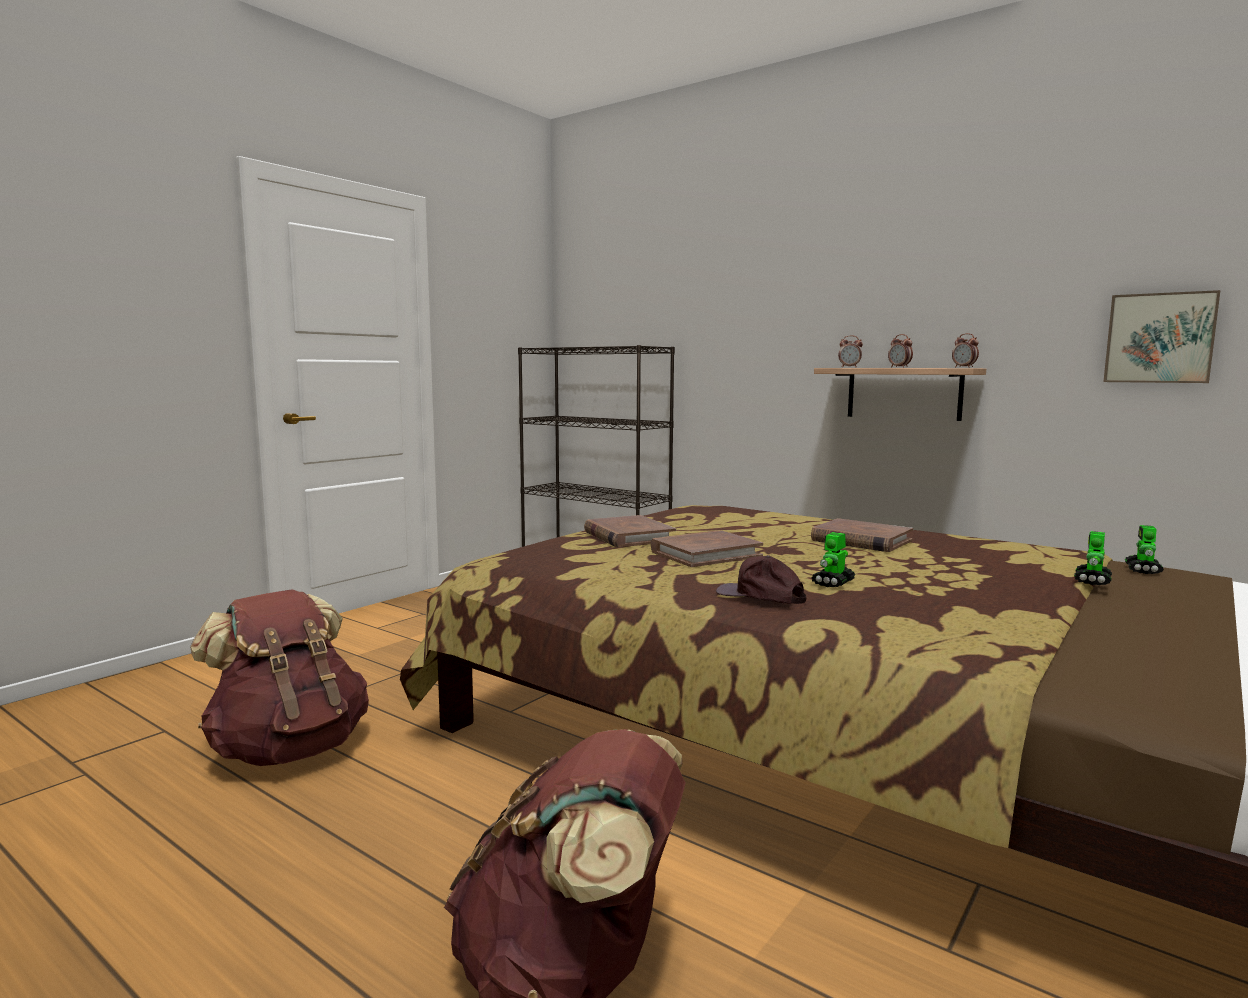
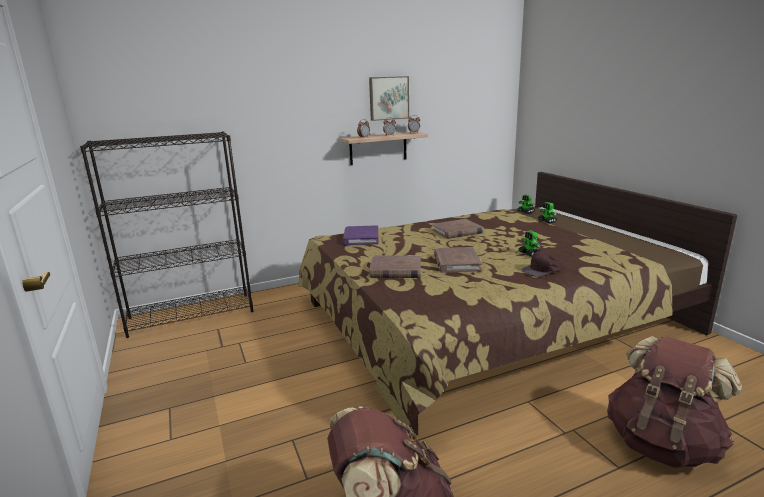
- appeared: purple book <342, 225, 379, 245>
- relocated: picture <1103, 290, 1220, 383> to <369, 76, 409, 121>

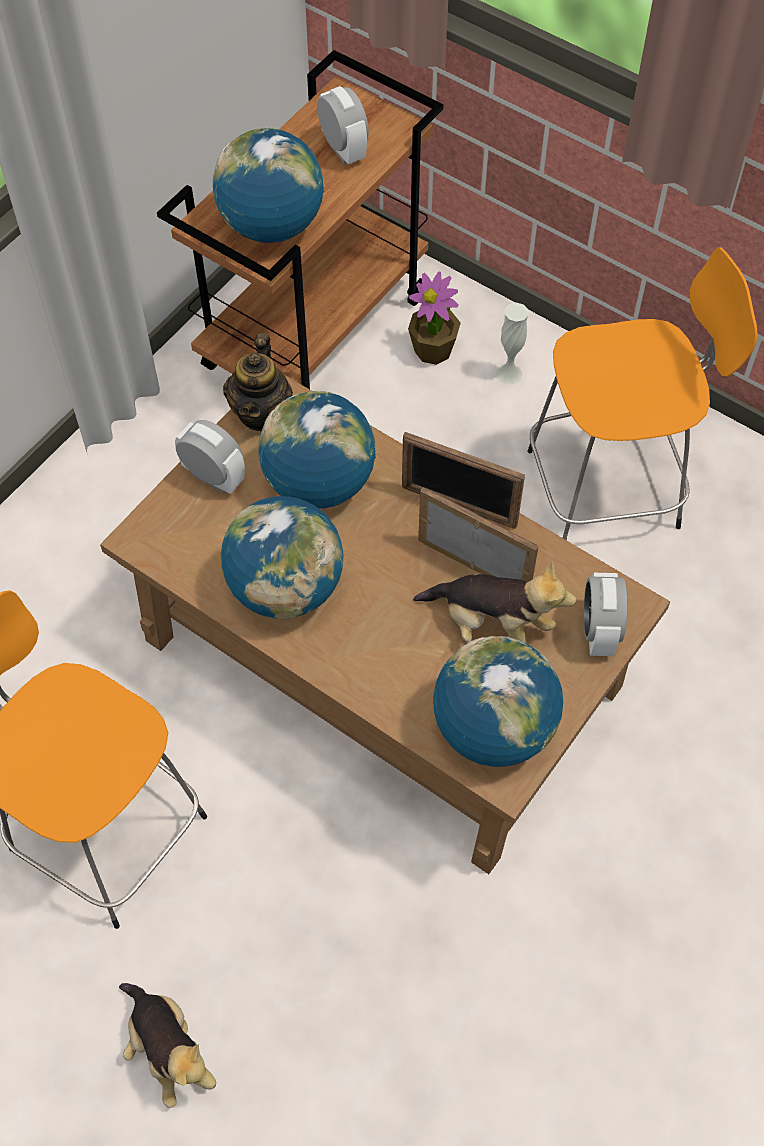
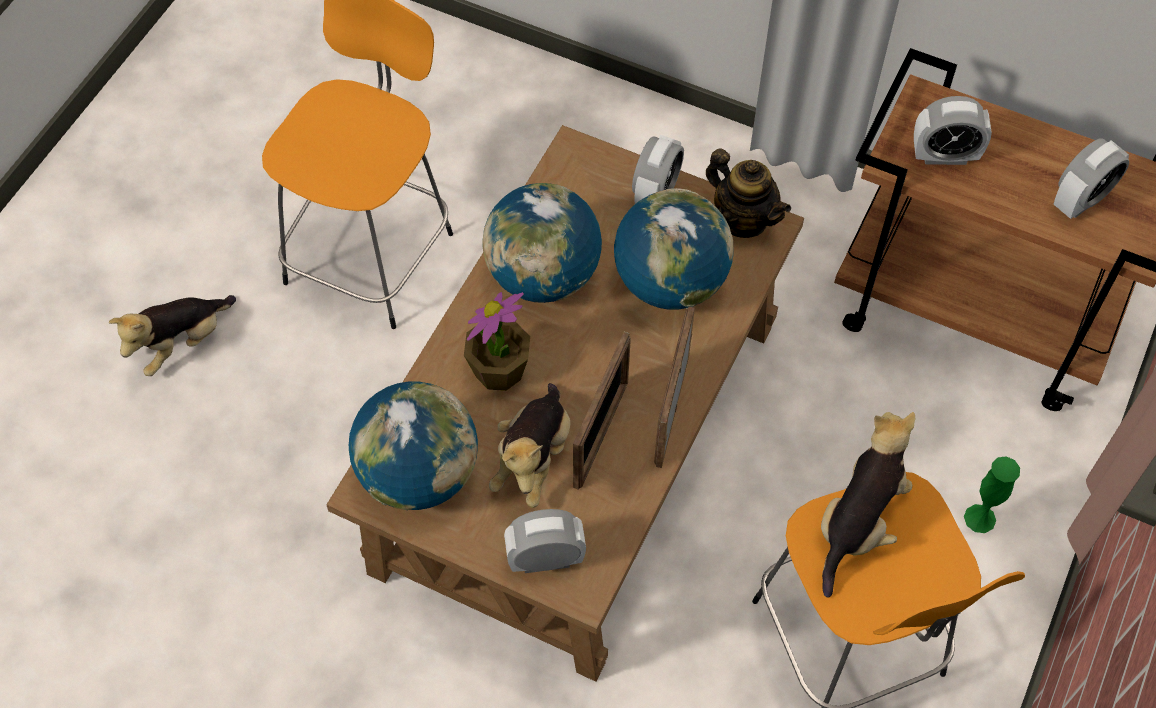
- relocated: potted plant <408, 271, 461, 365> to <464, 292, 530, 391>
- spun: teapot <223, 333, 293, 431> = <706, 148, 791, 238> 135 degrees counterclockwise
- appeared: plush toy <821, 412, 916, 598>
- exchanged: globe <213, 127, 325, 243> to alarm clock <914, 96, 992, 165>
- colour: white vase <495, 303, 528, 385> to green vase <964, 456, 1020, 533>

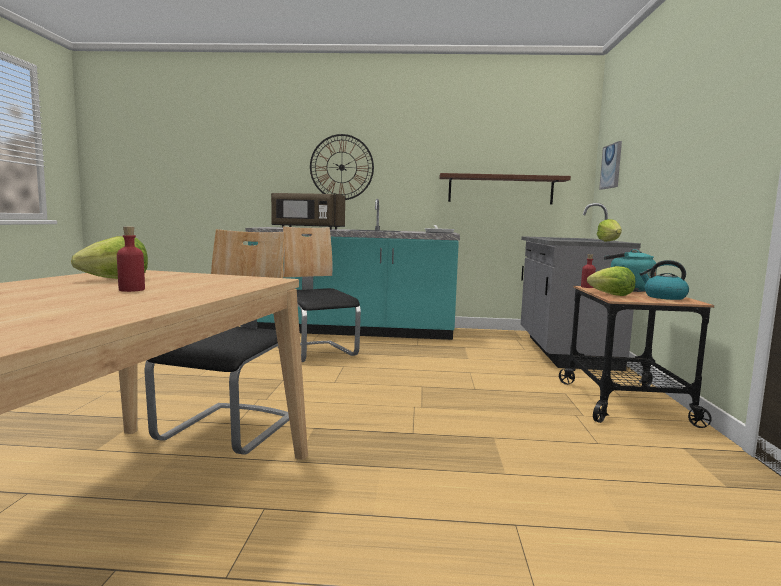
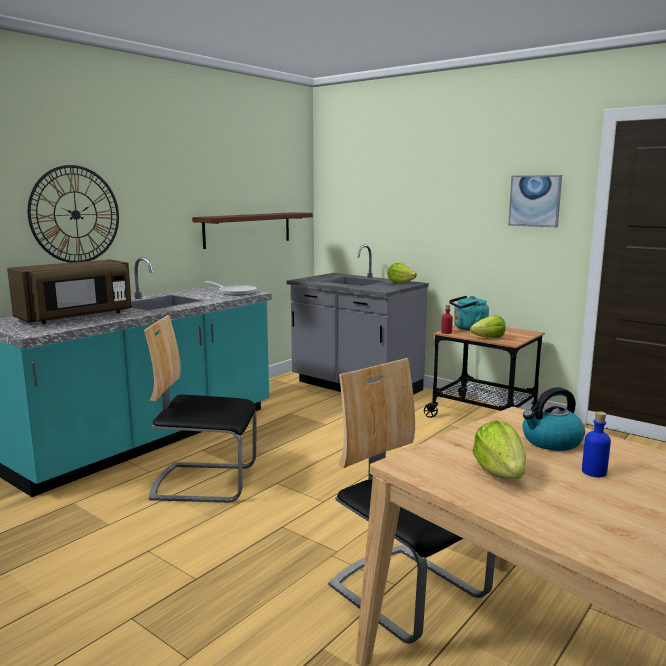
- relocated: picture <599, 141, 622, 190> to <508, 175, 562, 227>
- relocated: kettle <640, 260, 689, 300> to <523, 387, 585, 451>
- colour: red bottle <117, 227, 145, 292> to blue bottle <582, 411, 611, 477>

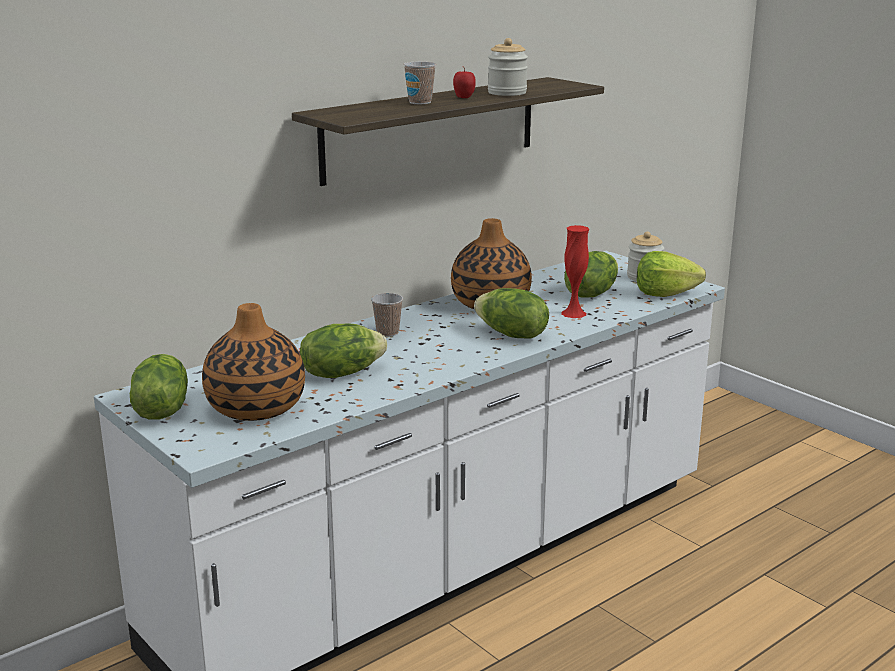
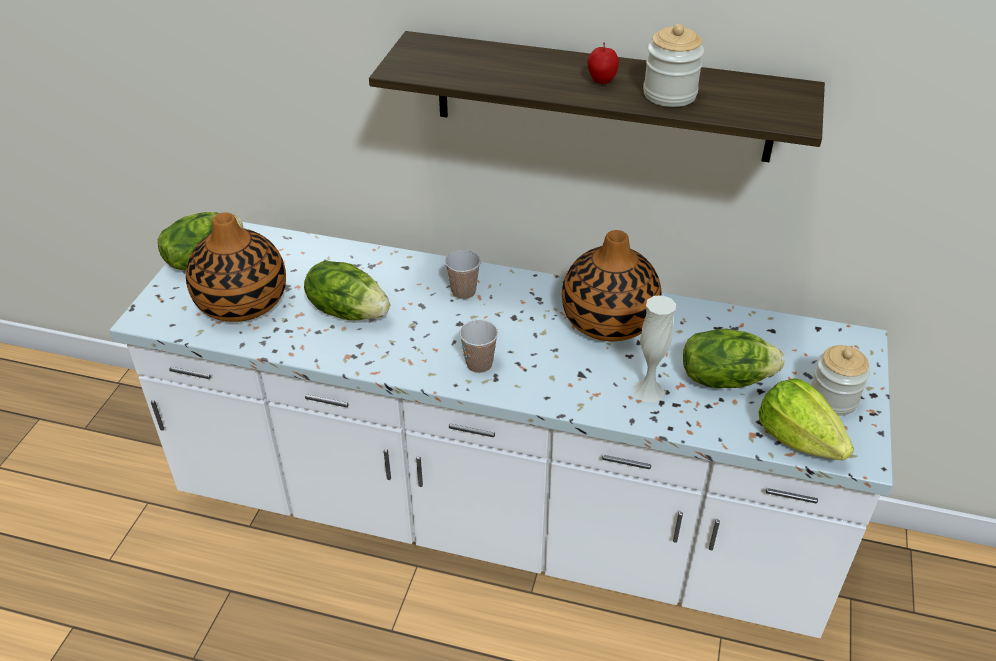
- relocated: cup <403, 61, 436, 104> to <459, 320, 498, 373>
- colour: red vase <561, 225, 589, 318> to white vase <632, 295, 676, 403>
- missing: lettuce <474, 288, 549, 339>

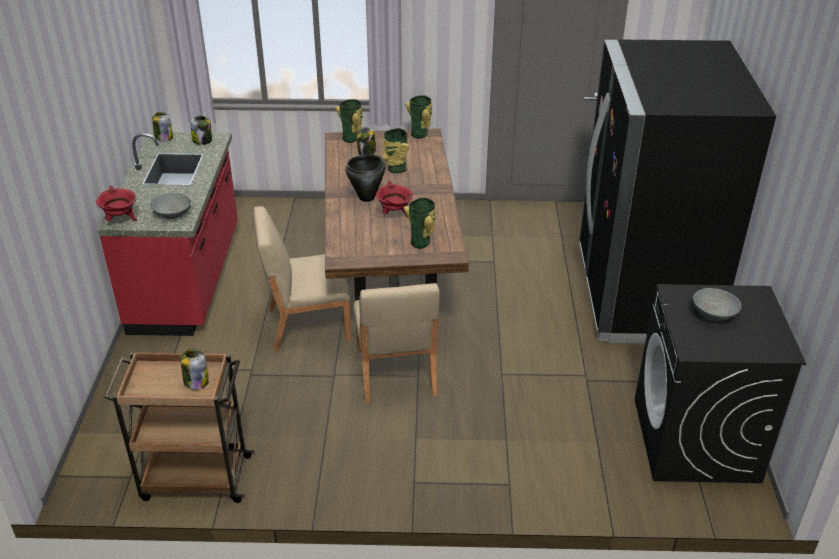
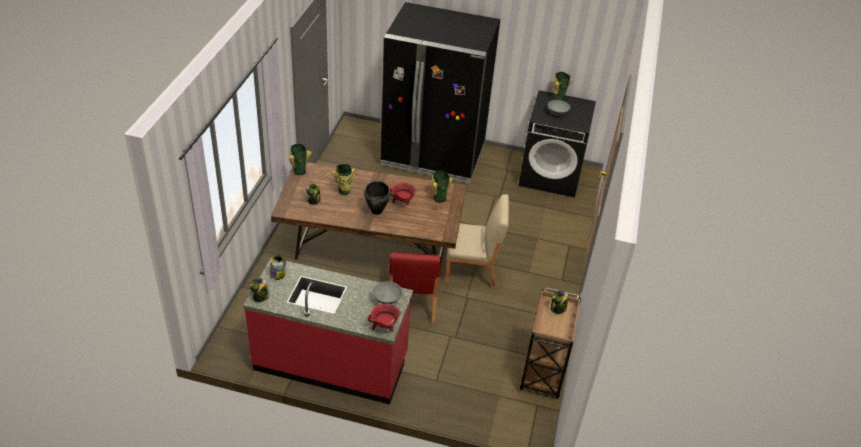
- colour: beige chair <253, 206, 351, 351> to red chair <388, 252, 441, 323>
- relocated: vase <336, 99, 363, 143> to <553, 72, 573, 101>

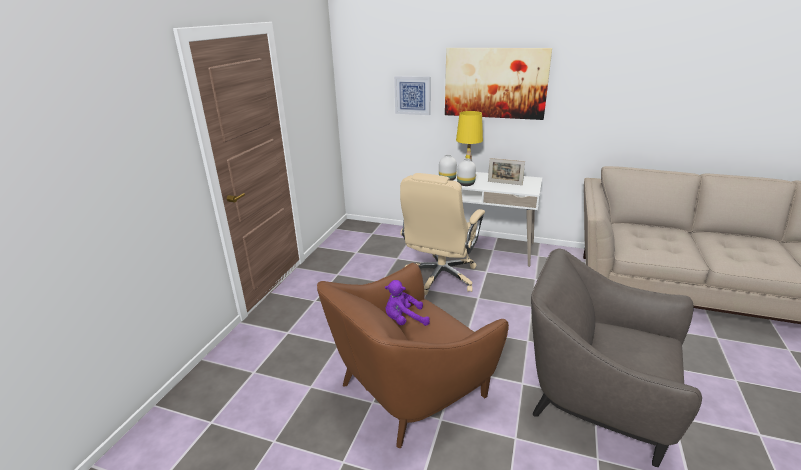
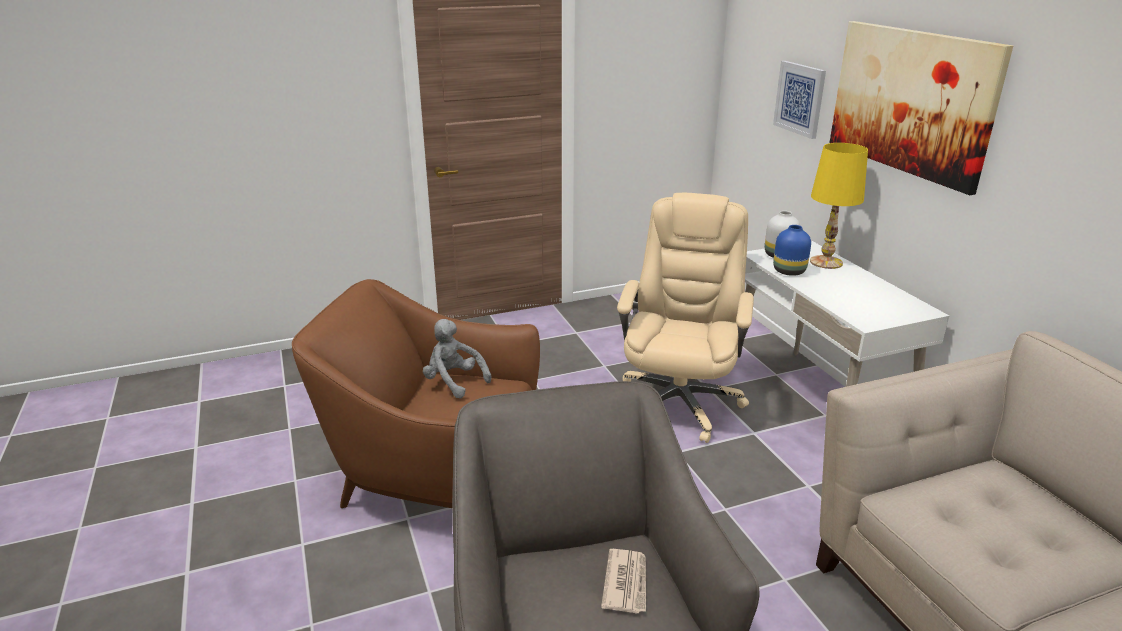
- colour: purple plush toy <385, 280, 430, 326> to grey plush toy <423, 319, 492, 398>
- appeared: newspaper <601, 549, 646, 614>
- spun: beige office chair <400, 173, 485, 296> = <617, 193, 754, 443> 120 degrees clockwise
- colour: white vase <457, 158, 476, 186> to blue vase <773, 225, 811, 276>
- missing: picture frame <488, 158, 525, 185>

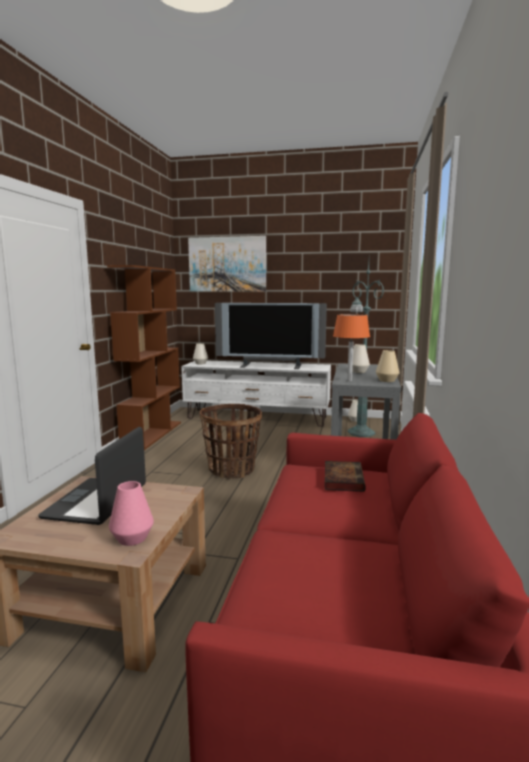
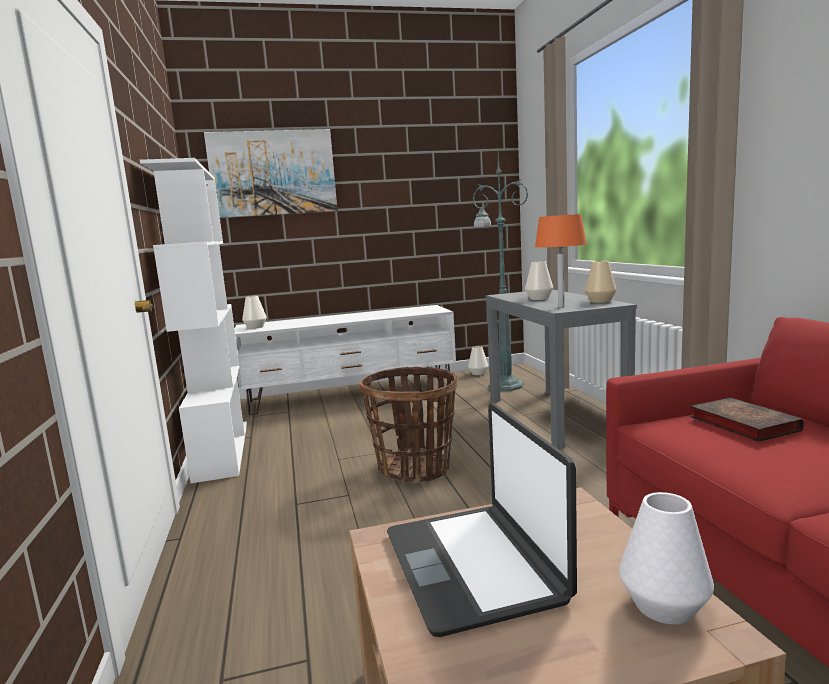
- colour: brown bookcase <107, 265, 181, 450> to white bookcase <140, 158, 247, 483>
- colour: pink vase <109, 481, 154, 546> to white vase <619, 492, 714, 624>
- missing: television <215, 303, 327, 369>

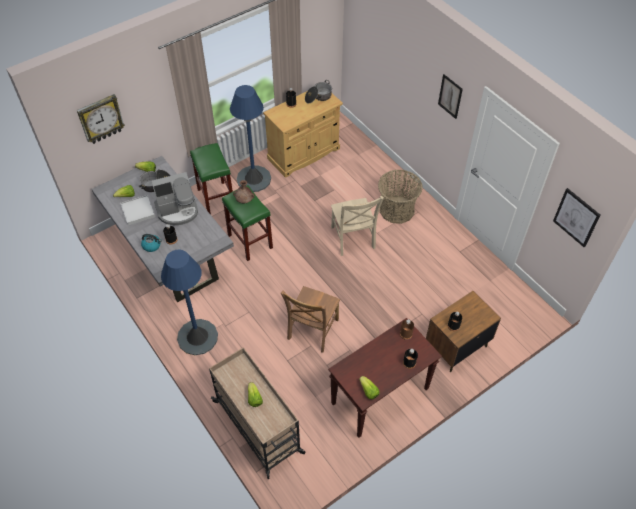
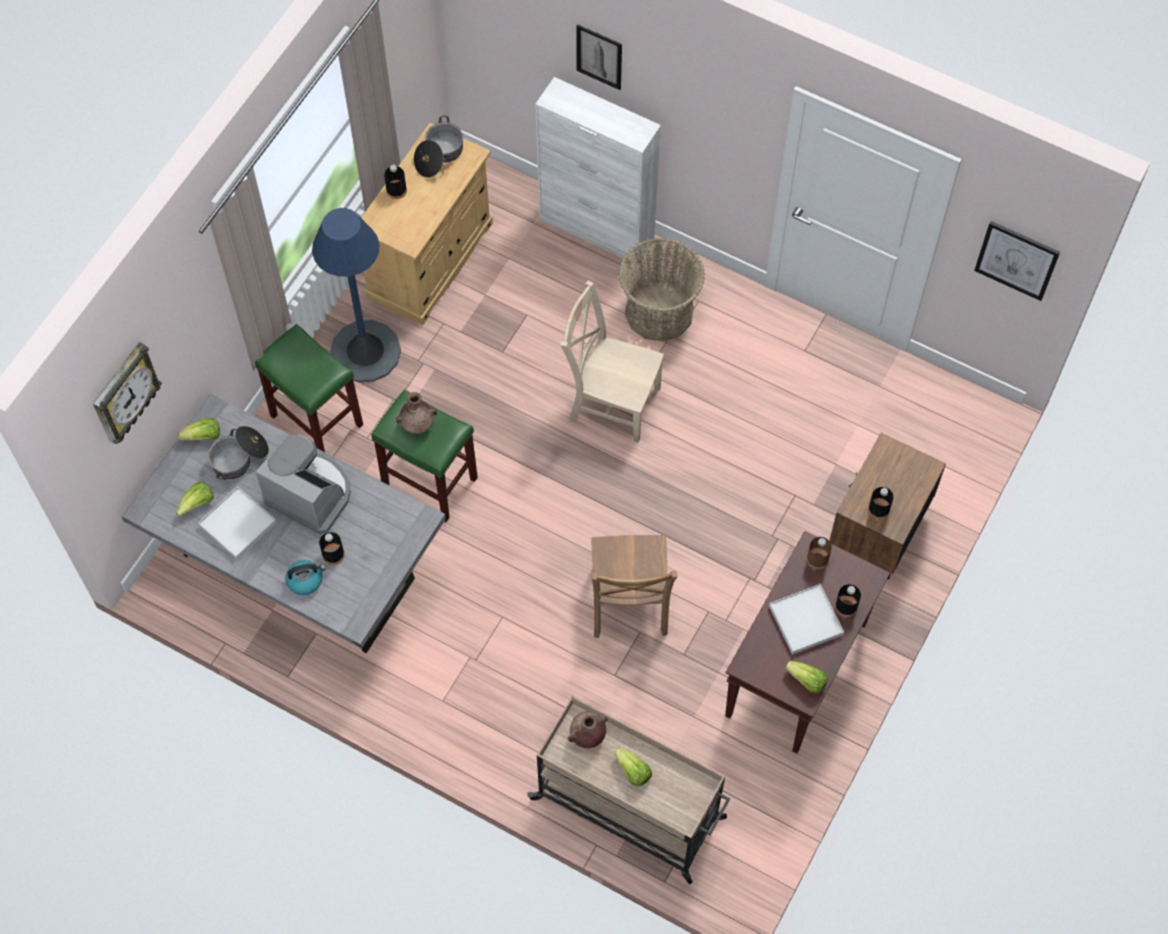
- spun: coffee machine <152, 172, 198, 225> = <255, 435, 351, 534> 105 degrees counterclockwise
- appeared: white cabinet <535, 77, 661, 264>
- spun: beige chair <331, 196, 384, 256> = <560, 280, 664, 443> 150 degrees clockwise
- appeared: brown vase <568, 711, 608, 748>
- relocated: picture <438, 74, 463, 119> to <576, 24, 622, 90>
- appeared: white tray <769, 584, 844, 655>
- missing: blue floor lamp <161, 250, 218, 355>

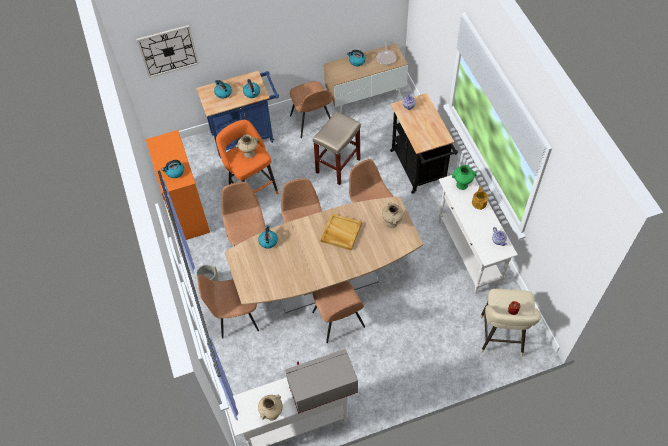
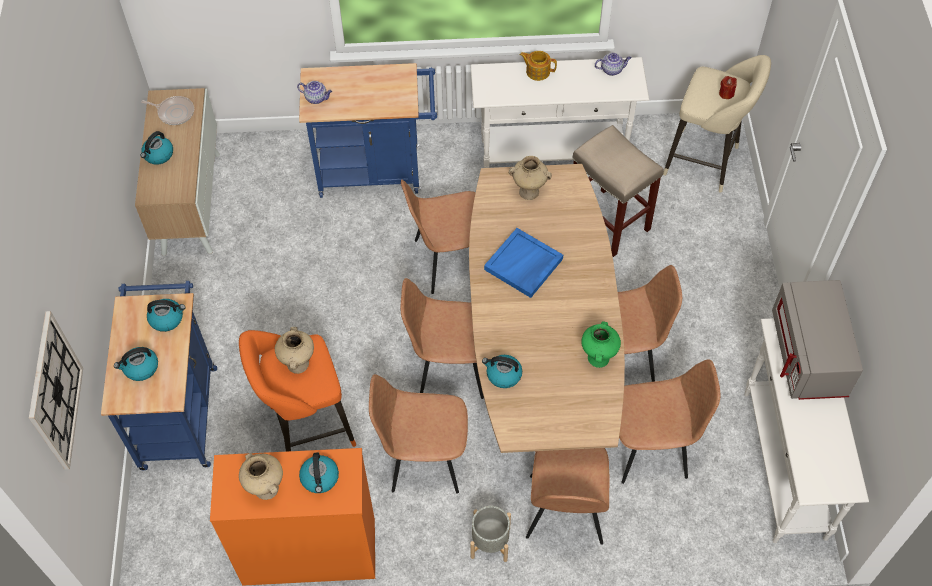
- relocated: beige vase <258, 395, 283, 420> to <239, 453, 283, 500>
- colour: black cart <390, 93, 458, 194> to blue cart <299, 63, 437, 198>
- colour: beige tray <320, 213, 362, 251> to blue tray <484, 228, 563, 298>
- relocated: beige stool <313, 111, 361, 185> to <573, 125, 664, 257>
- relocated: green vase <452, 165, 477, 190> to <581, 321, 621, 368>
- relocated: brown chair <290, 81, 332, 138> to <619, 359, 721, 484>

